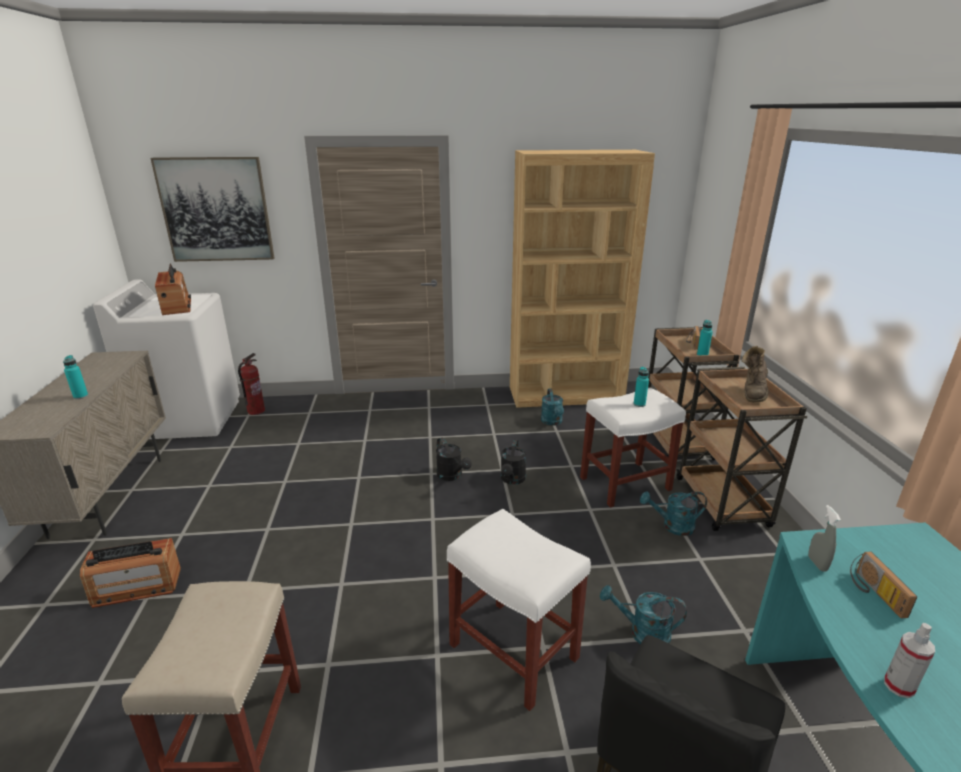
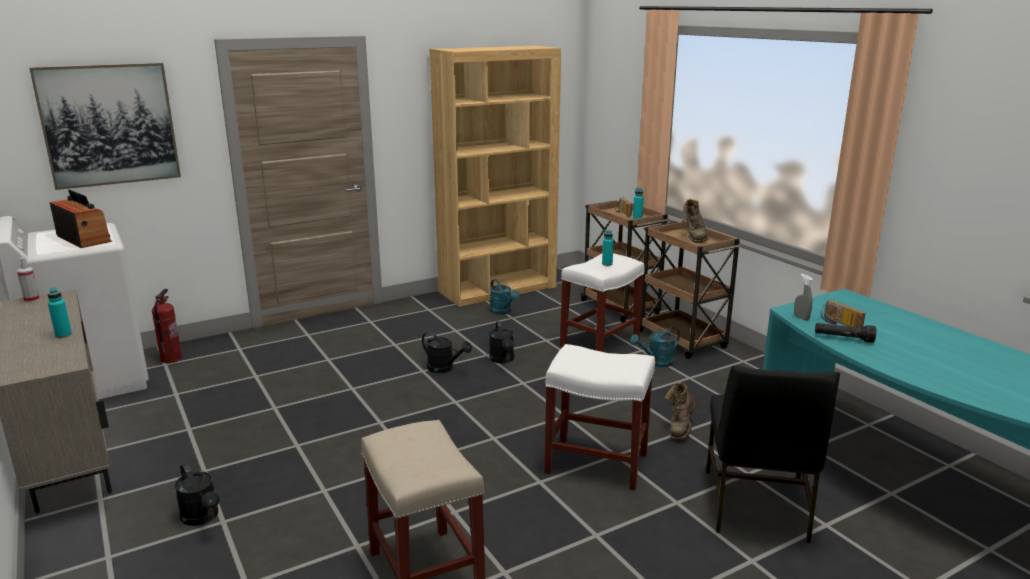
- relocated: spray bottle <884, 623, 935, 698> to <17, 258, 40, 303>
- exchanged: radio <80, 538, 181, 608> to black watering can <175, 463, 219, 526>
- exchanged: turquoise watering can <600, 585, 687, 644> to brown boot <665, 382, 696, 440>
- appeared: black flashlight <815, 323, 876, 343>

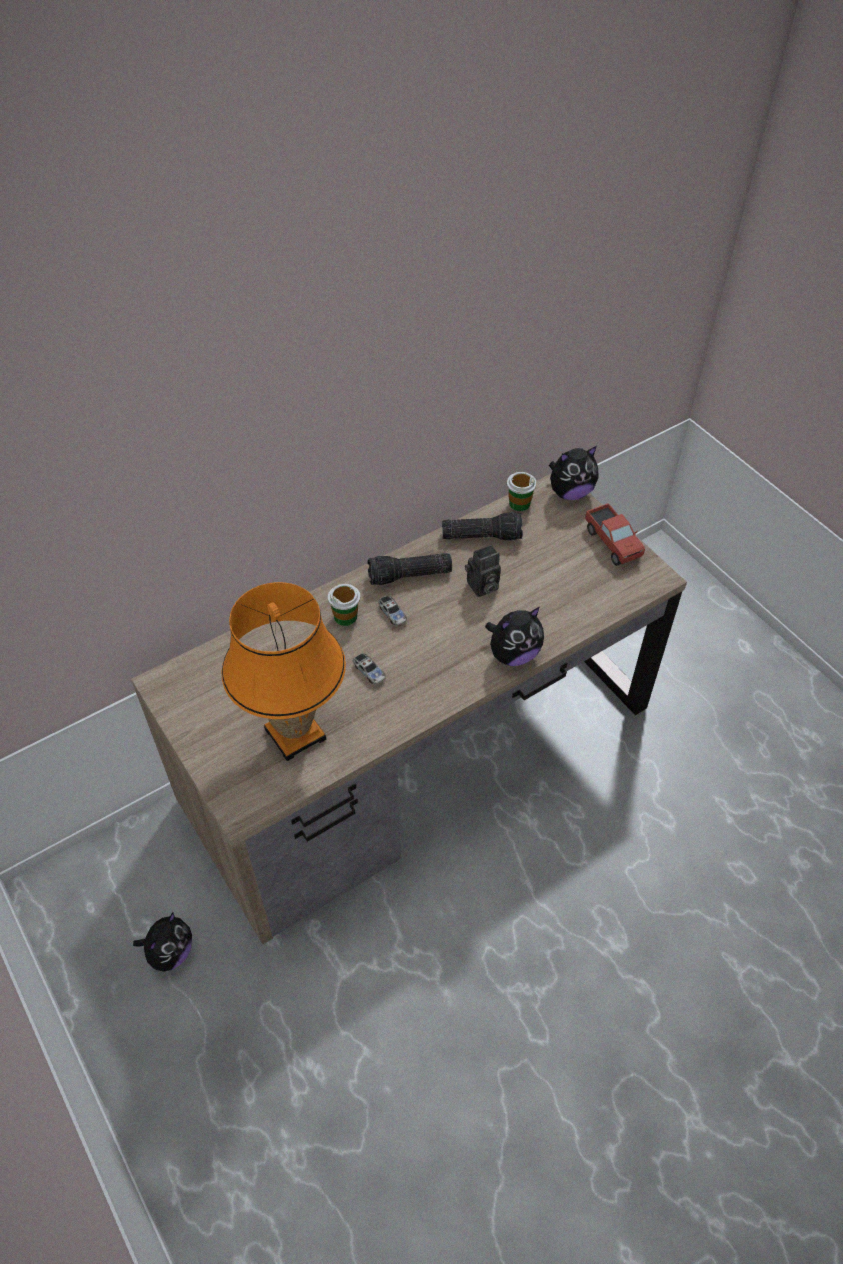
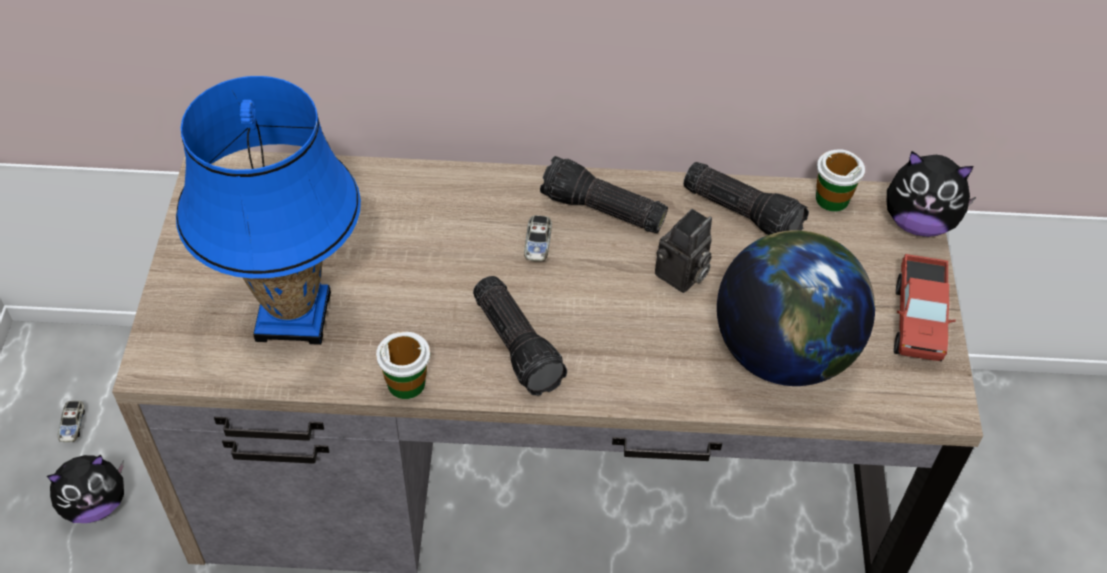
- relocated: toy car <353, 653, 386, 684> to <58, 401, 85, 442>
- colour: orange table lamp <222, 582, 346, 761> to blue table lamp <176, 76, 361, 345>
- relocated: cup <328, 584, 360, 626> to <376, 332, 430, 399>
- appeared: flashlight <473, 276, 567, 396>
- spun: photo camera <465, 545, 501, 597> = <655, 209, 712, 293> 60 degrees counterclockwise
- appeared: globe <717, 230, 875, 386>
- missing: plush toy <485, 607, 544, 666>

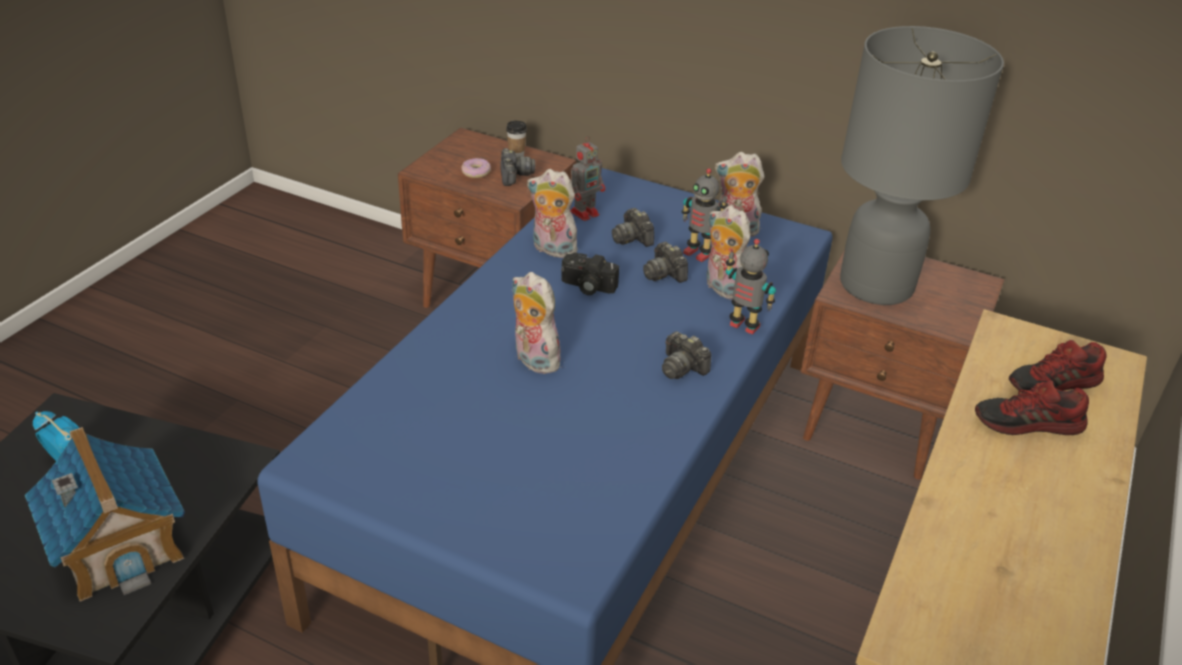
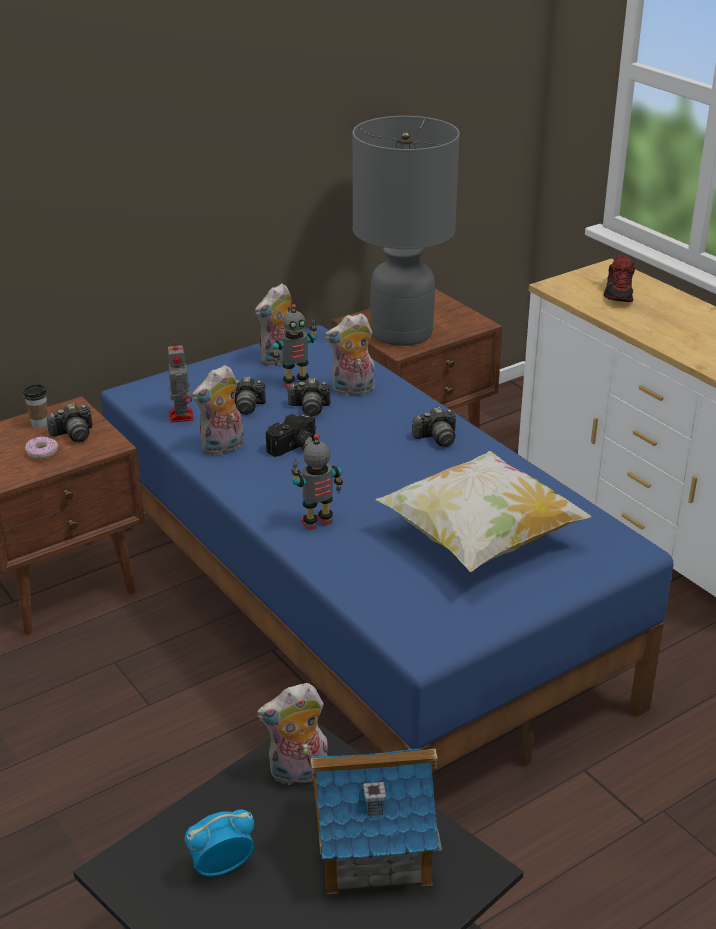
- spun: photo camera <500, 148, 535, 186> = <46, 403, 93, 442> 135 degrees clockwise
- relocated: plush toy <512, 272, 561, 374> to <257, 683, 327, 786>
- relocated: toy robot <726, 239, 776, 334> to <291, 434, 343, 530>
- appeared: pillow <375, 451, 591, 572>
- missing: shoe <975, 380, 1089, 435>

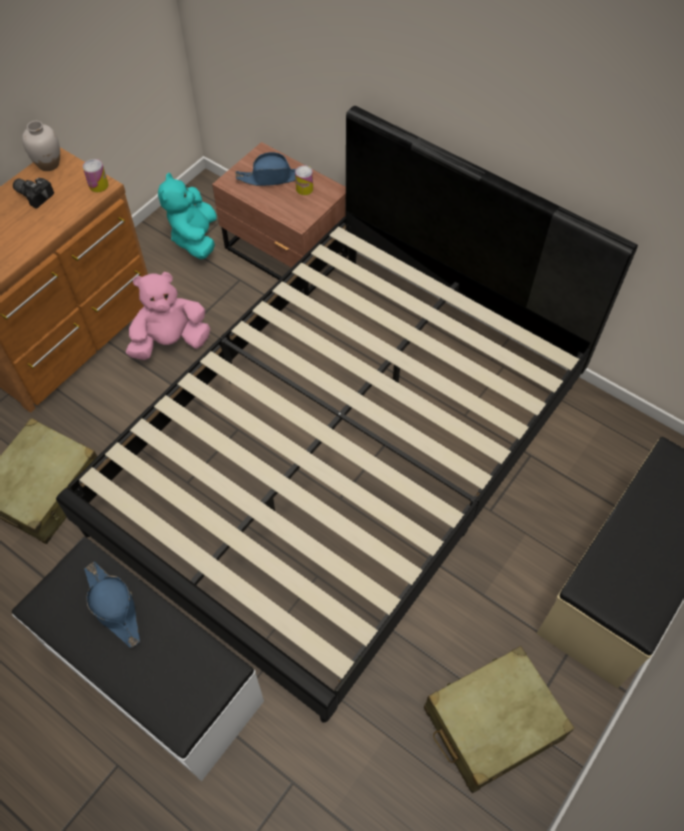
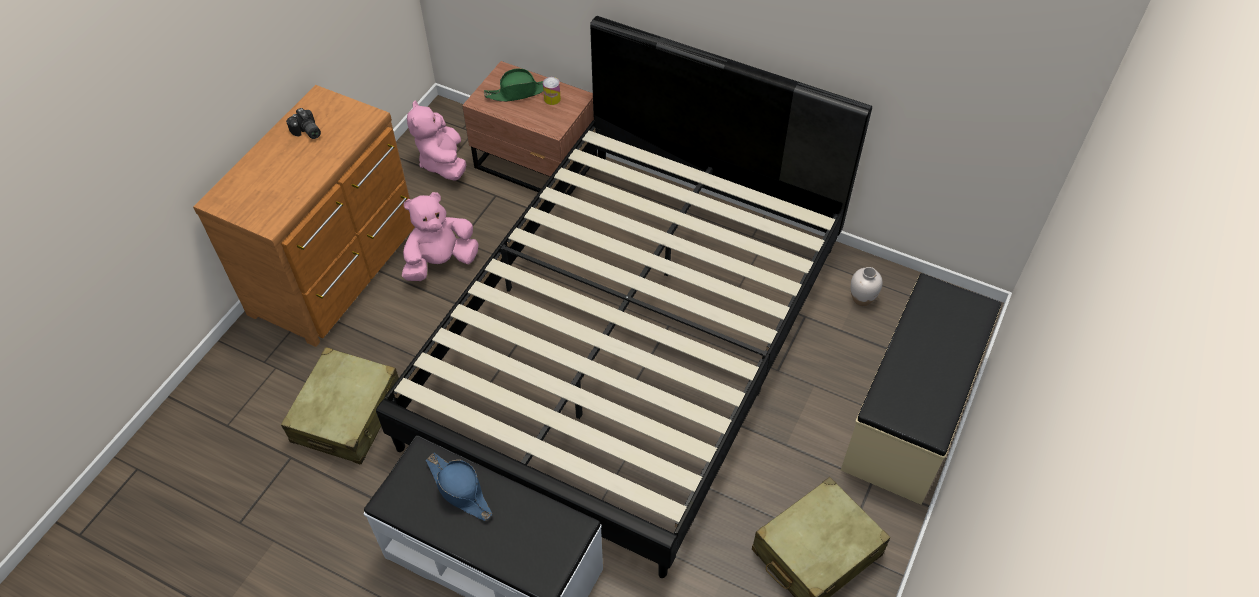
- spun: photo camera <13, 178, 54, 209> = <286, 108, 321, 139> 150 degrees counterclockwise
- colour: turquoise plush toy <158, 173, 217, 259> to pink plush toy <407, 101, 466, 181>
- colour: blue hat <235, 152, 296, 186> to green hat <484, 68, 543, 102>
- relocated: white vase <22, 121, 60, 171> to <851, 267, 882, 306>
- missing: can <83, 159, 108, 192>

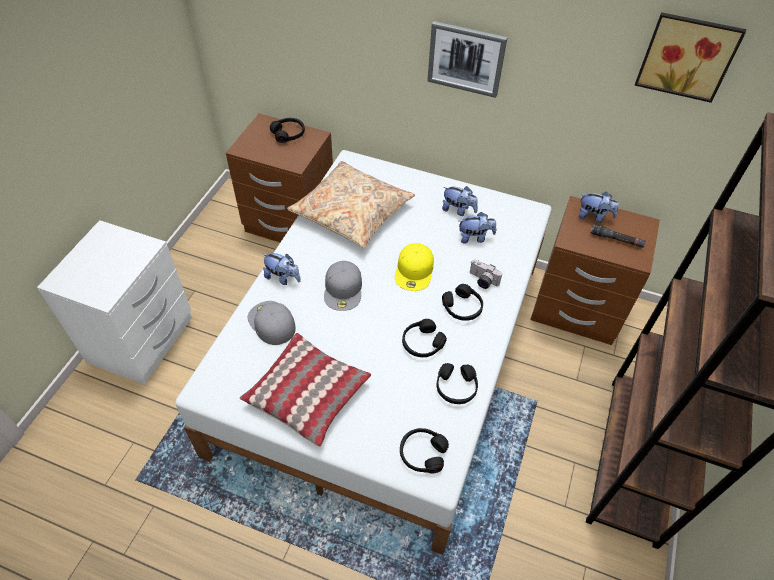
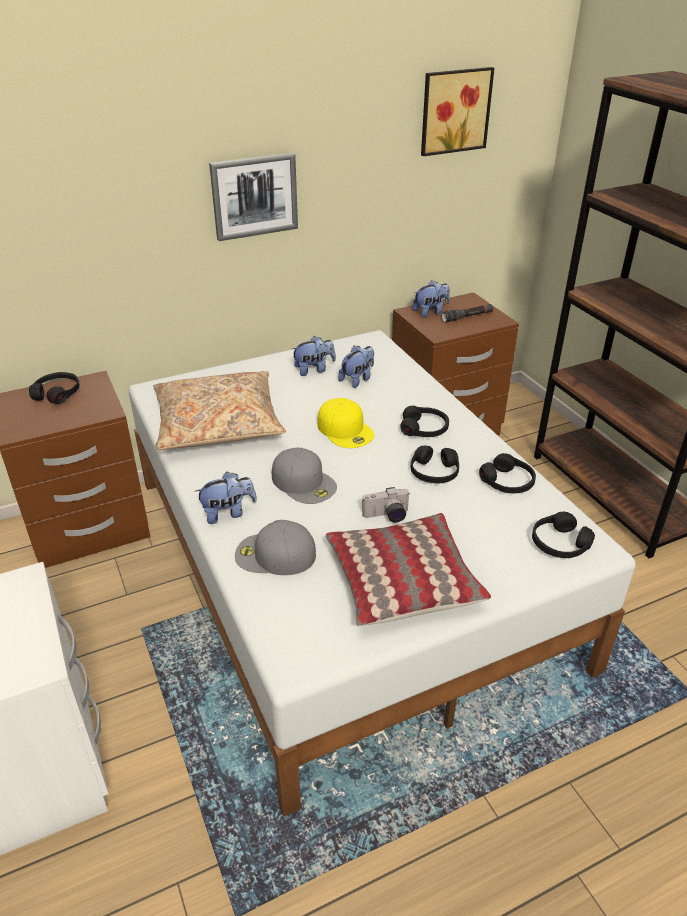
- relocated: photo camera <470, 259, 502, 289> to <362, 487, 409, 523>

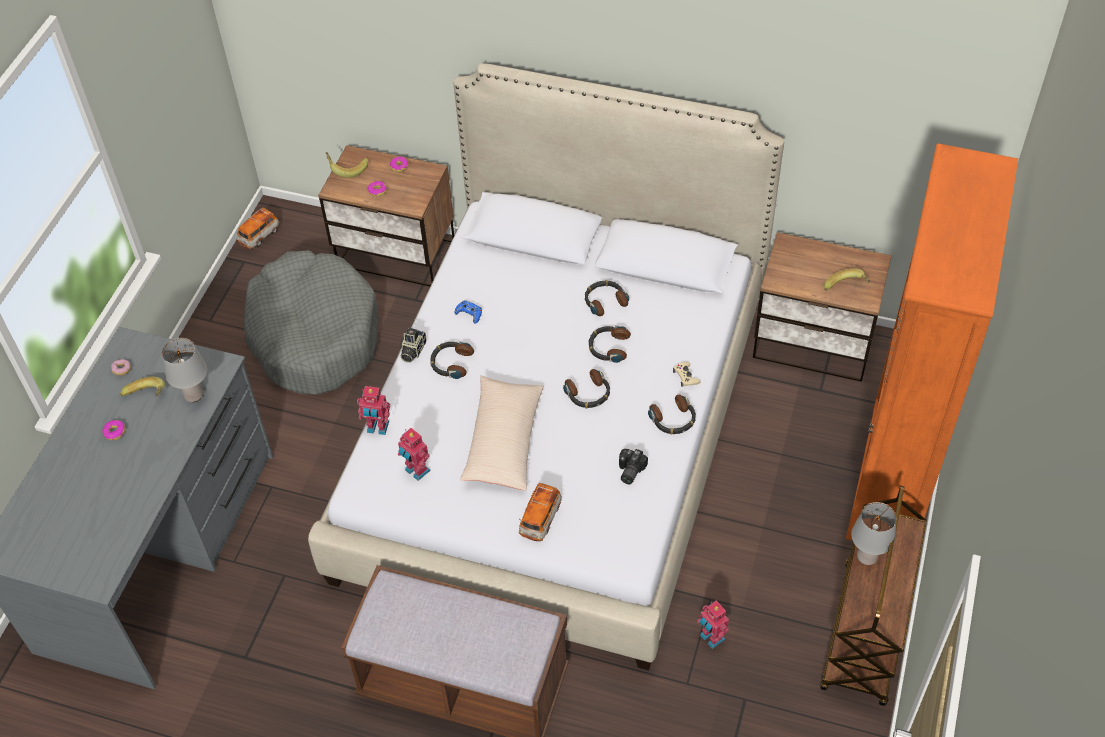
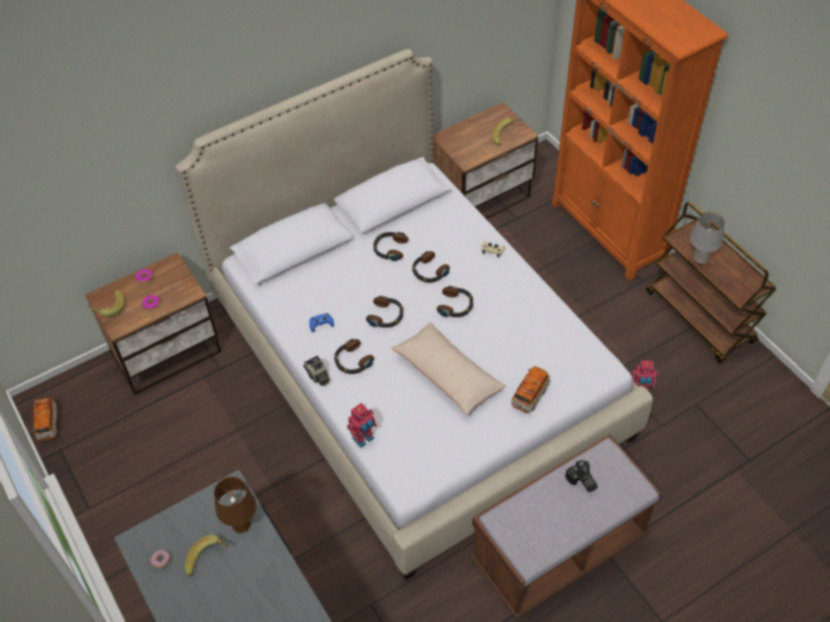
- colour: grey table lamp <162, 338, 207, 402> to brown table lamp <214, 477, 256, 533>
- relocated: headphones <648, 395, 696, 435> to <366, 295, 403, 328>
- spun: toy car <519, 483, 562, 541> = <511, 366, 550, 413> 120 degrees counterclockwise
- relocated: photo camera <619, 449, 648, 484> to <565, 460, 598, 492>
- missing: donut <102, 420, 125, 440>
- missing: grey dog bed <244, 250, 379, 394>
- missing: toy robot <398, 428, 430, 481>

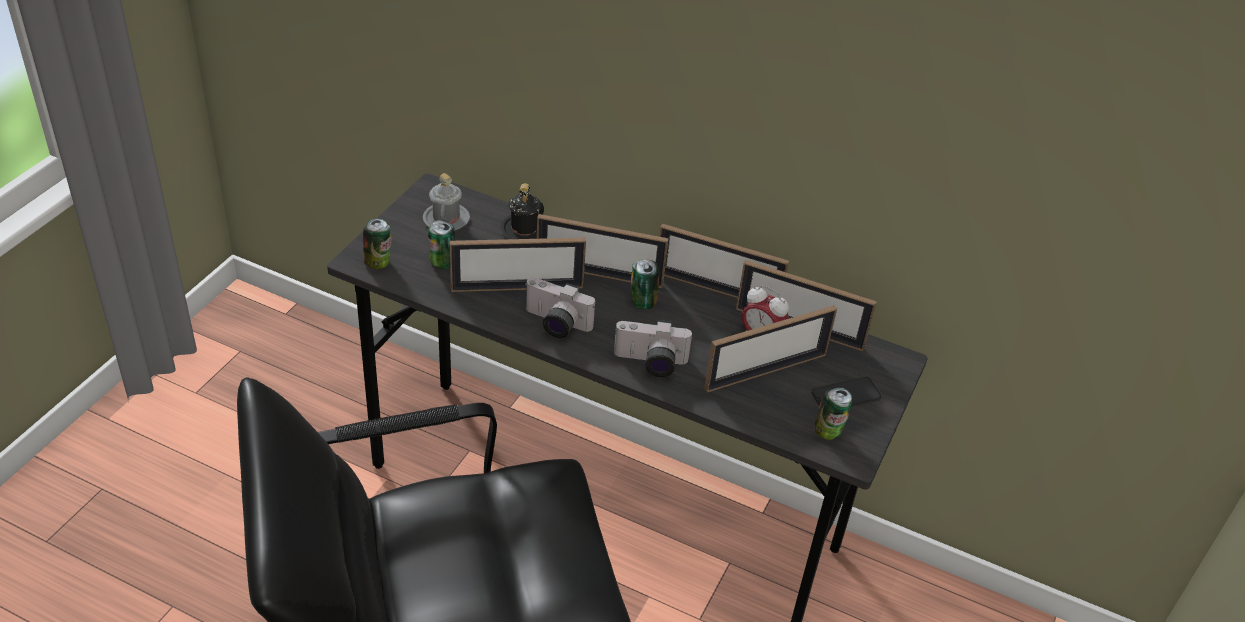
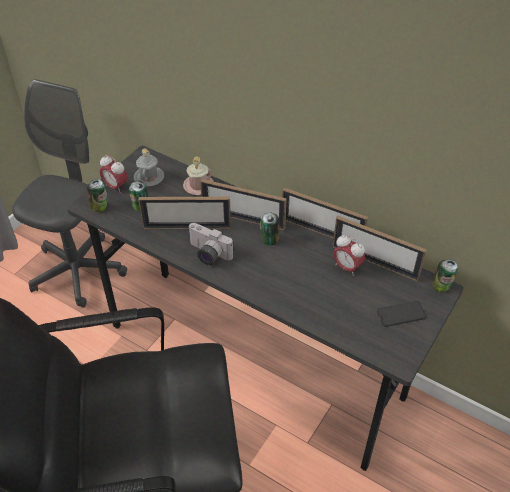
- appeared: grey office chair <12, 79, 127, 308>
- appeared: alarm clock <100, 155, 128, 193>
- colour: black mug <501, 183, 544, 239> to pink mug <183, 156, 214, 195>
- relocated: can <815, 387, 852, 440> to <432, 259, 458, 292>
- missing: photo camera <614, 320, 693, 377>
- missing: picture frame <704, 305, 837, 392>

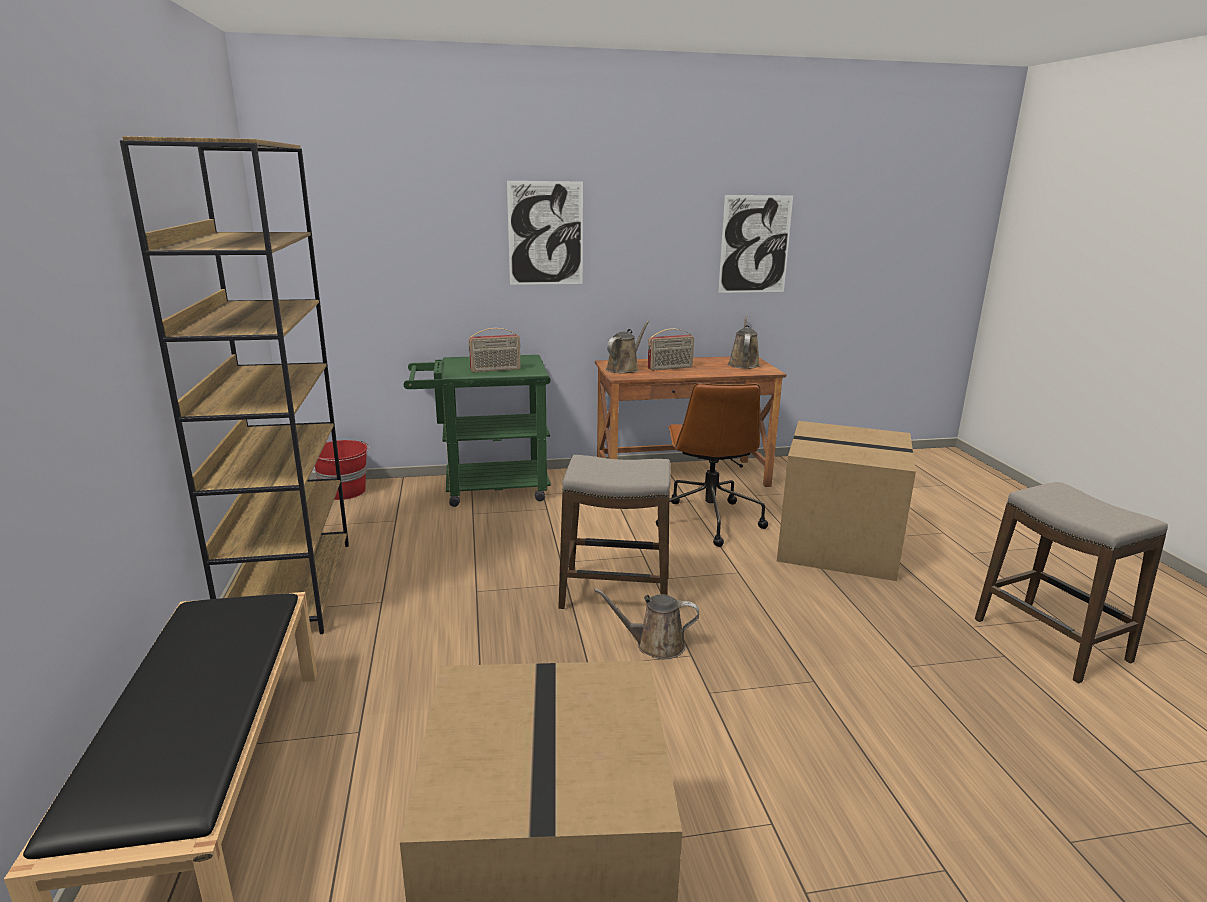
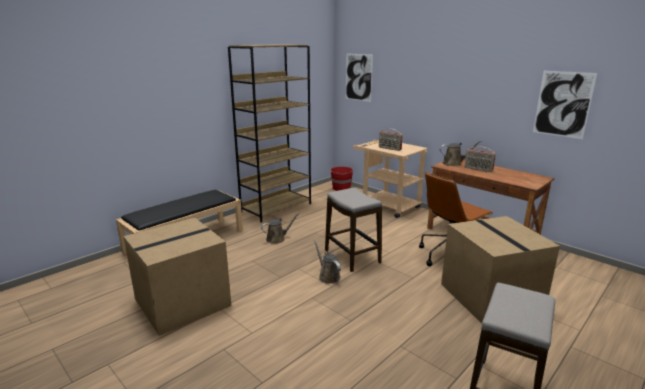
- relocated: brown watering can <728, 316, 760, 369> to <261, 213, 300, 244>
- relocated: picture <507, 181, 583, 285> to <346, 54, 373, 102>
- colour: green cart <404, 355, 551, 507> to beige cart <352, 140, 428, 218>

